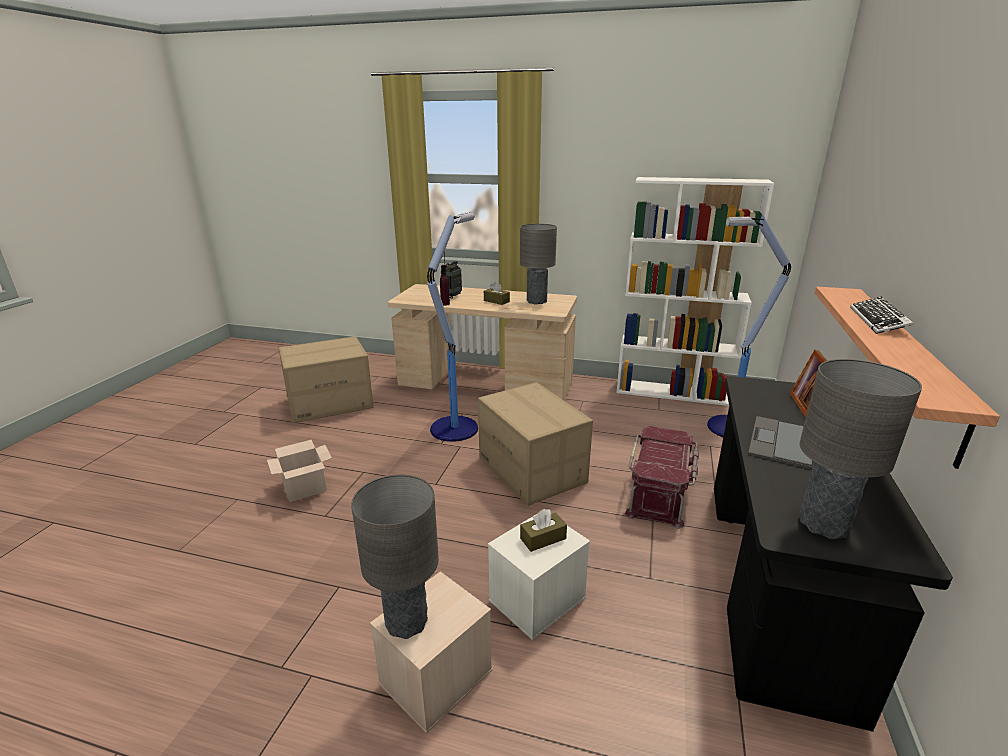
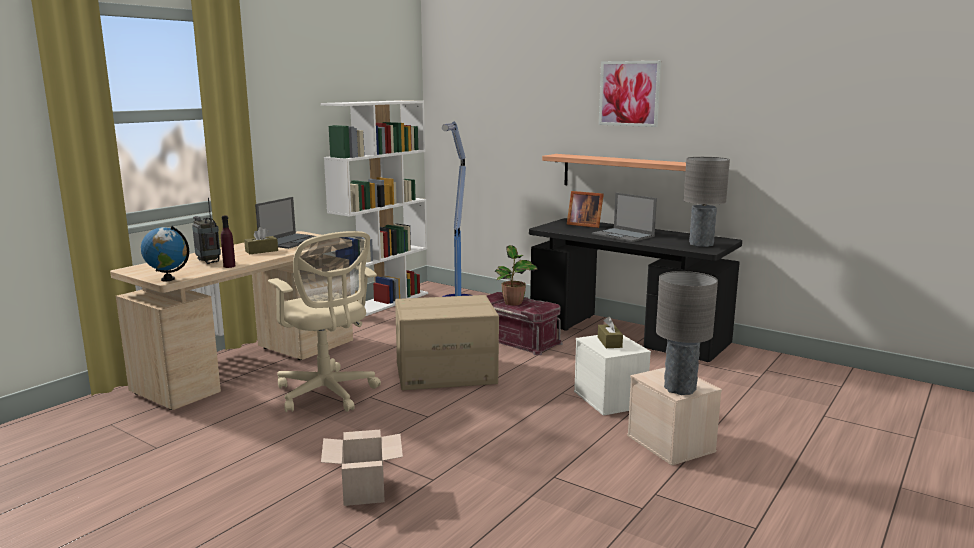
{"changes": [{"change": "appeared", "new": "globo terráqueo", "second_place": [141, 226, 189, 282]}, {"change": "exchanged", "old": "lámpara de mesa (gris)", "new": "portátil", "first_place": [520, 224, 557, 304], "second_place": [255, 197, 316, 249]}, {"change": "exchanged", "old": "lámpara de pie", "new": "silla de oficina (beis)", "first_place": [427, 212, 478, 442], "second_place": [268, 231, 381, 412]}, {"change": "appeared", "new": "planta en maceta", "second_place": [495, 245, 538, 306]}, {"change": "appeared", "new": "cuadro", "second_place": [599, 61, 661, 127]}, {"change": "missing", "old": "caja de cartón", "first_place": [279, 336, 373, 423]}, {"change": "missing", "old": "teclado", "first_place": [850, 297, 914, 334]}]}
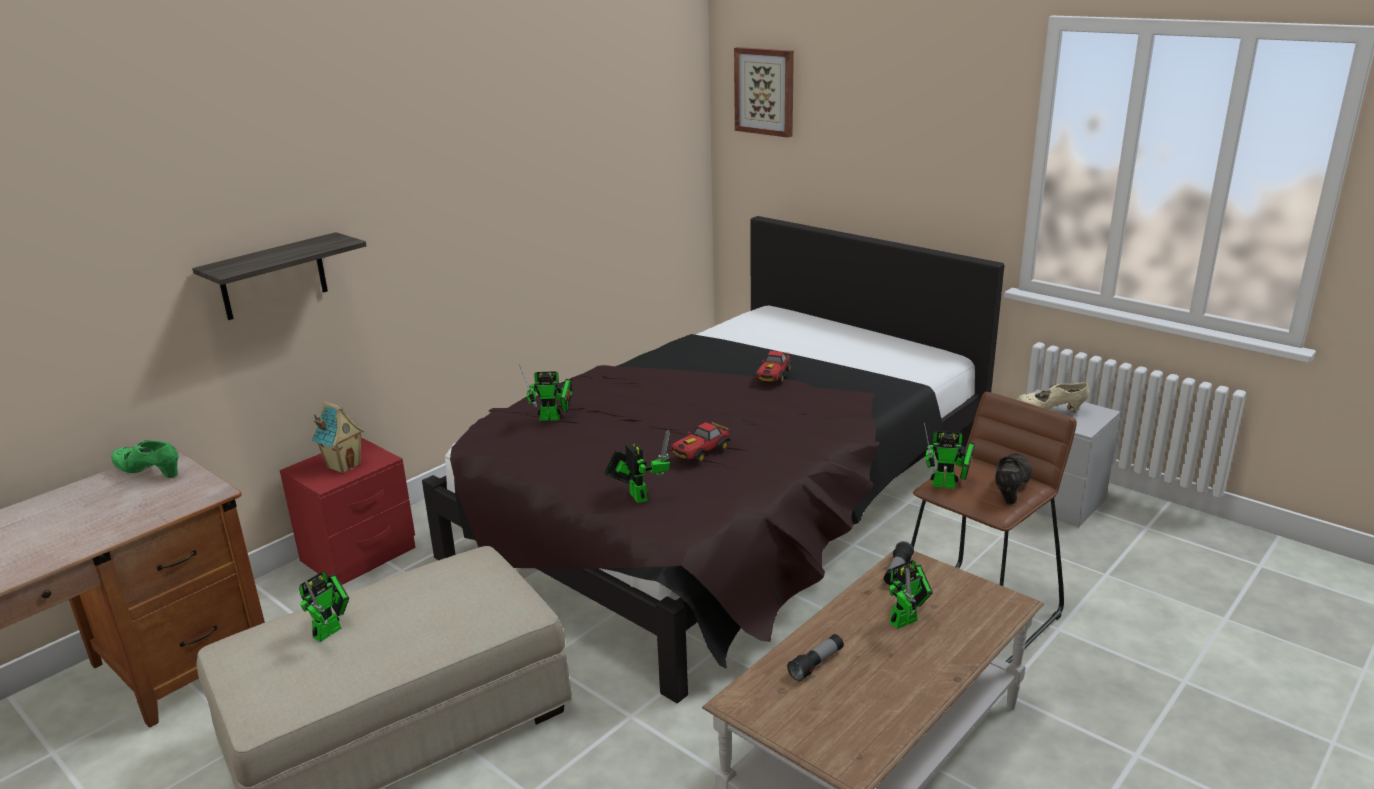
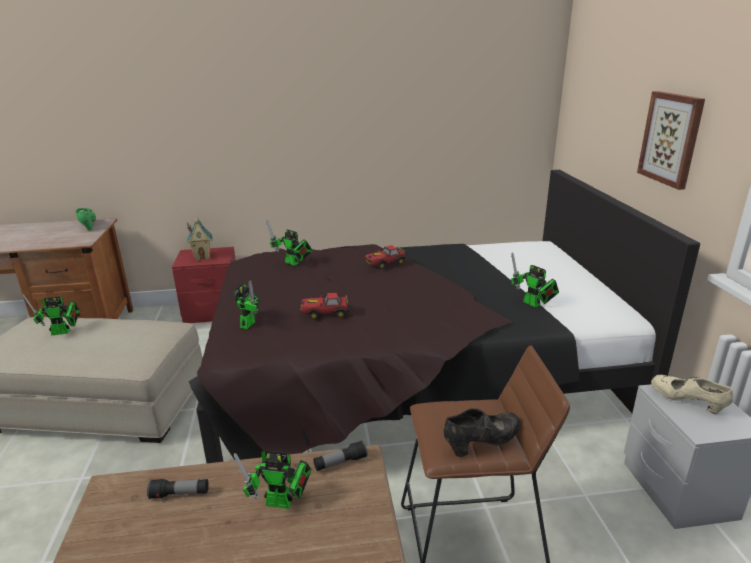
{"changes": [{"change": "relocated", "old": "coche de juguete", "first_place": [755, 351, 793, 383], "second_place": [365, 245, 406, 269]}, {"change": "relocated", "old": "robot de juguete", "first_place": [924, 423, 975, 489], "second_place": [511, 252, 559, 308]}, {"change": "relocated", "old": "cuadro", "first_place": [734, 47, 794, 138], "second_place": [637, 91, 705, 190]}, {"change": "missing", "old": "estante", "first_place": [192, 232, 366, 320]}]}
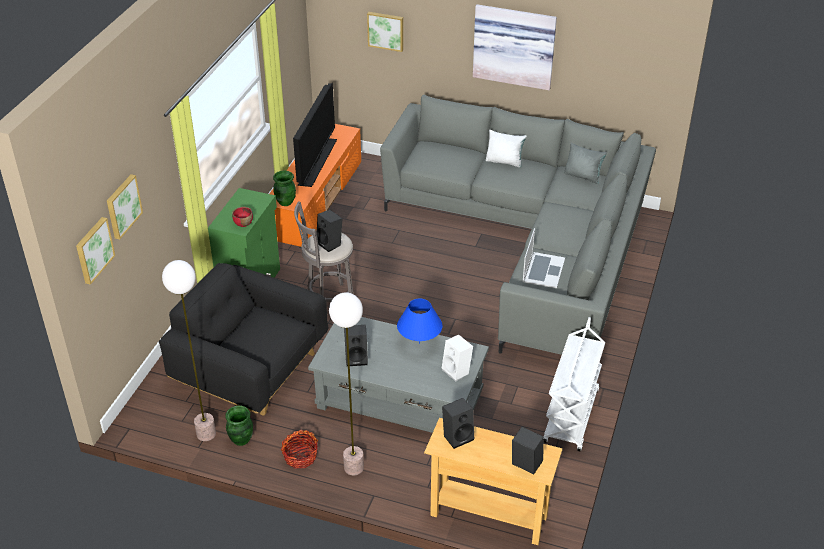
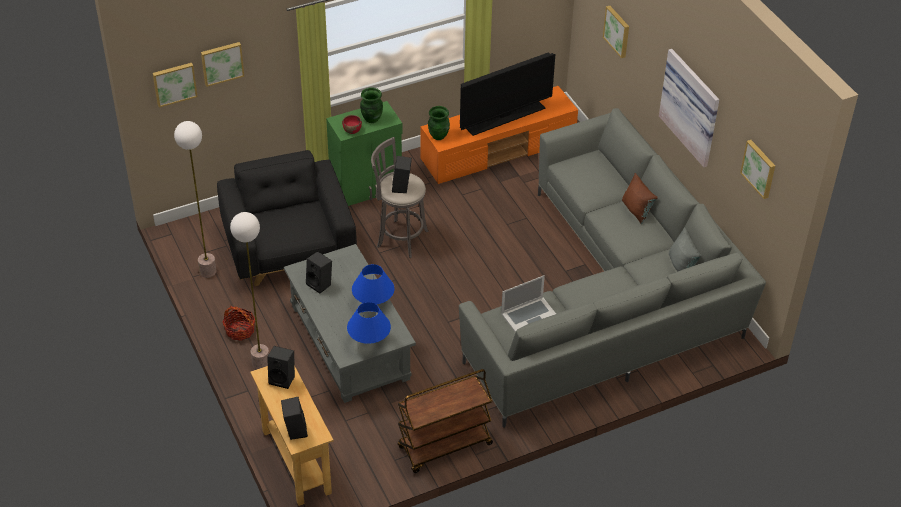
{"changes": [{"change": "exchanged", "old": "altavoz (blanco)", "new": "lámpara de mesa (azul)", "first_place": [442, 335, 473, 381], "second_place": [347, 302, 391, 344]}, {"change": "relocated", "old": "florero (verde)", "first_place": [225, 406, 253, 446], "second_place": [360, 88, 383, 123]}, {"change": "colour", "old": "carrito (blanco)", "new": "carrito (marrón)", "first_place": [544, 317, 605, 451], "second_place": [398, 369, 493, 473]}, {"change": "colour", "old": "cojín (blanco)", "new": "cojín (marrón)", "first_place": [486, 130, 526, 168], "second_place": [622, 173, 658, 224]}, {"change": "appeared", "new": "cuadro", "second_place": [740, 140, 775, 199]}]}
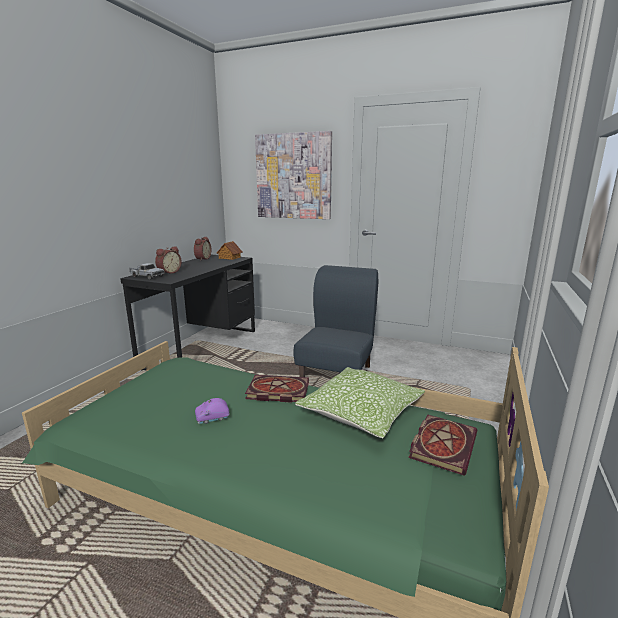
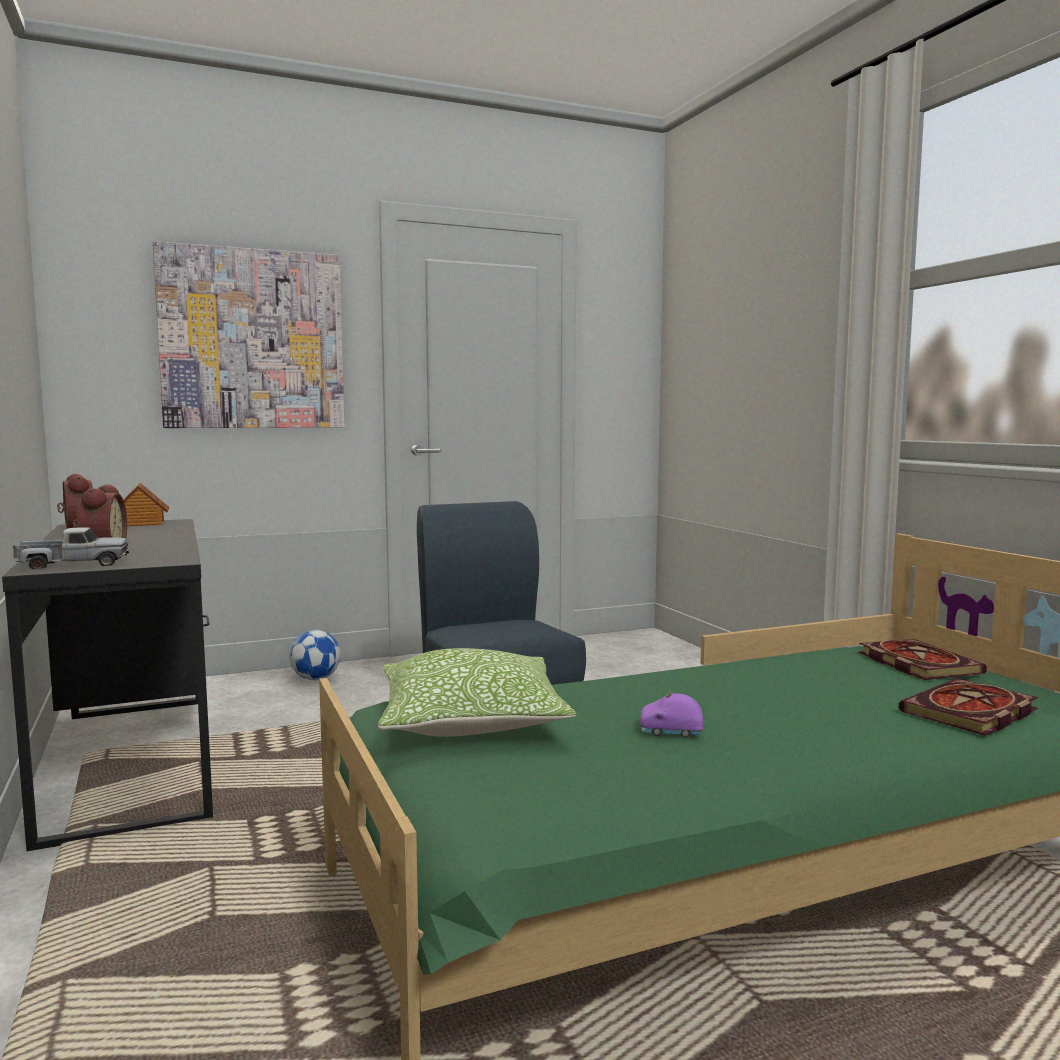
{"changes": [{"change": "appeared", "new": "balón de fútbol", "second_place": [289, 630, 341, 680]}, {"change": "relocated", "old": "cojín", "first_place": [295, 367, 425, 438], "second_place": [378, 648, 576, 737]}, {"change": "spun", "old": "coche de juguete (morado)", "first_place": [195, 398, 230, 424], "second_place": [640, 690, 703, 738], "degrees": 75}, {"change": "relocated", "old": "libro", "first_place": [245, 375, 309, 403], "second_place": [899, 678, 1038, 736]}]}
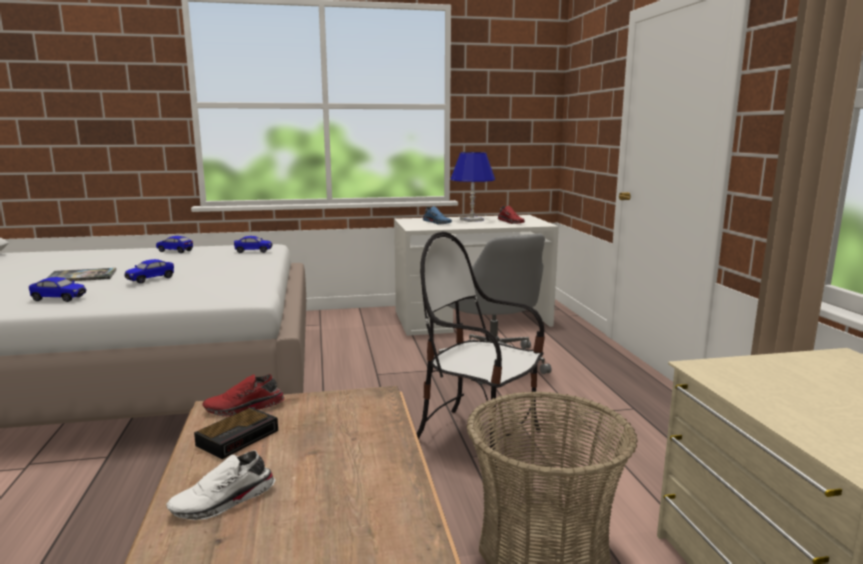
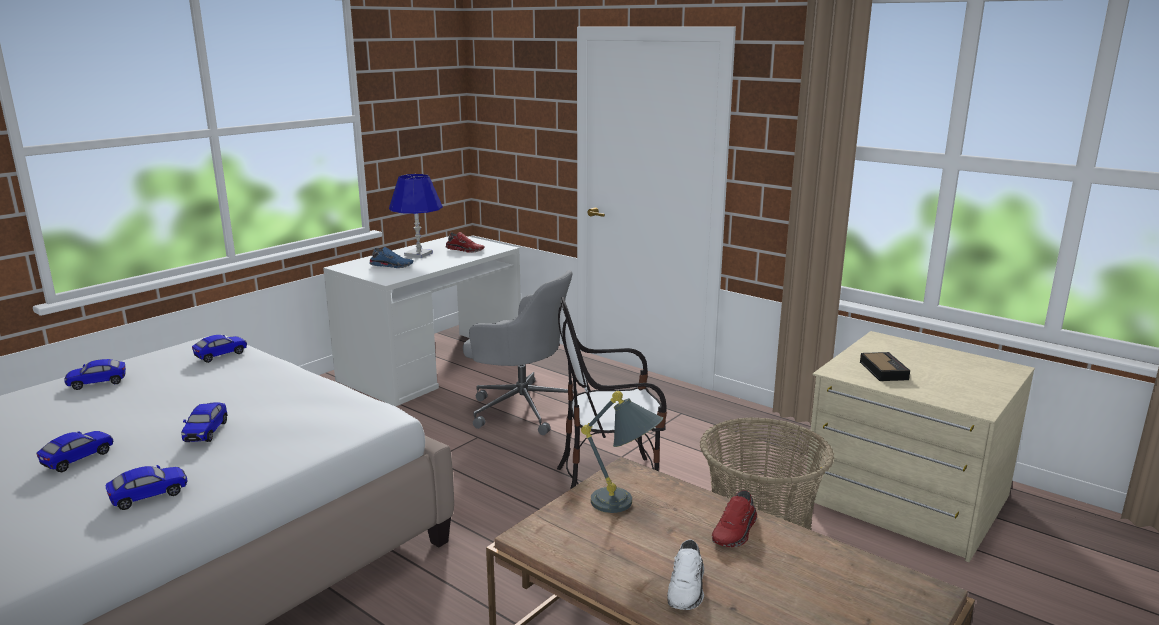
{"changes": [{"change": "exchanged", "old": "libro", "new": "coche de juguete", "first_place": [47, 268, 116, 281], "second_place": [36, 431, 113, 472]}, {"change": "appeared", "new": "lámpara de mesa (gris)", "second_place": [581, 391, 663, 513]}, {"change": "relocated", "old": "zapato (rojo)", "first_place": [203, 374, 285, 416], "second_place": [712, 490, 757, 547]}, {"change": "relocated", "old": "despertador", "first_place": [194, 407, 278, 459], "second_place": [860, 352, 910, 381]}]}
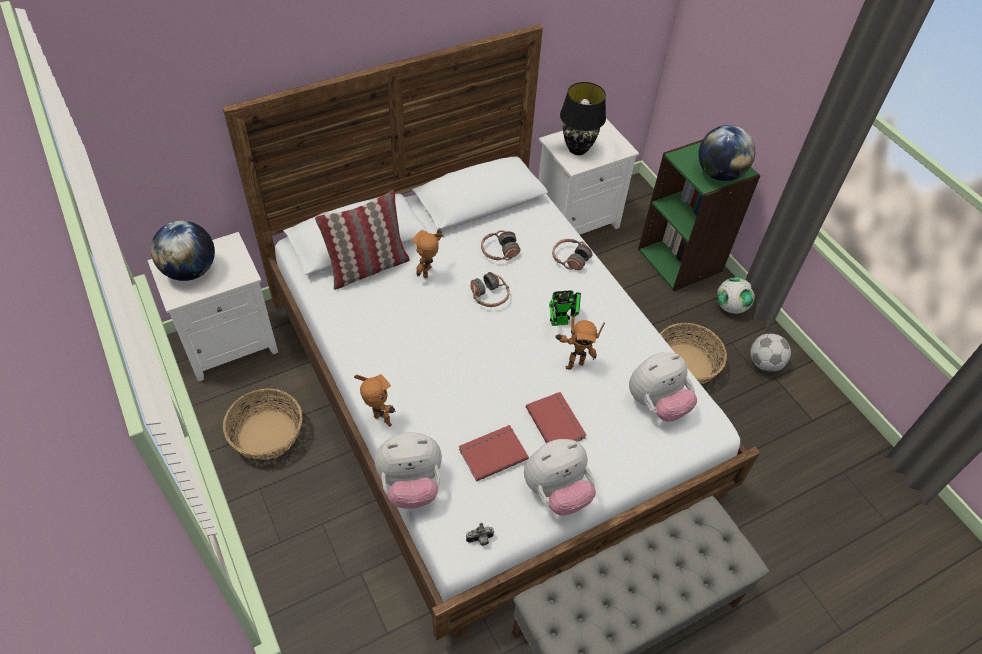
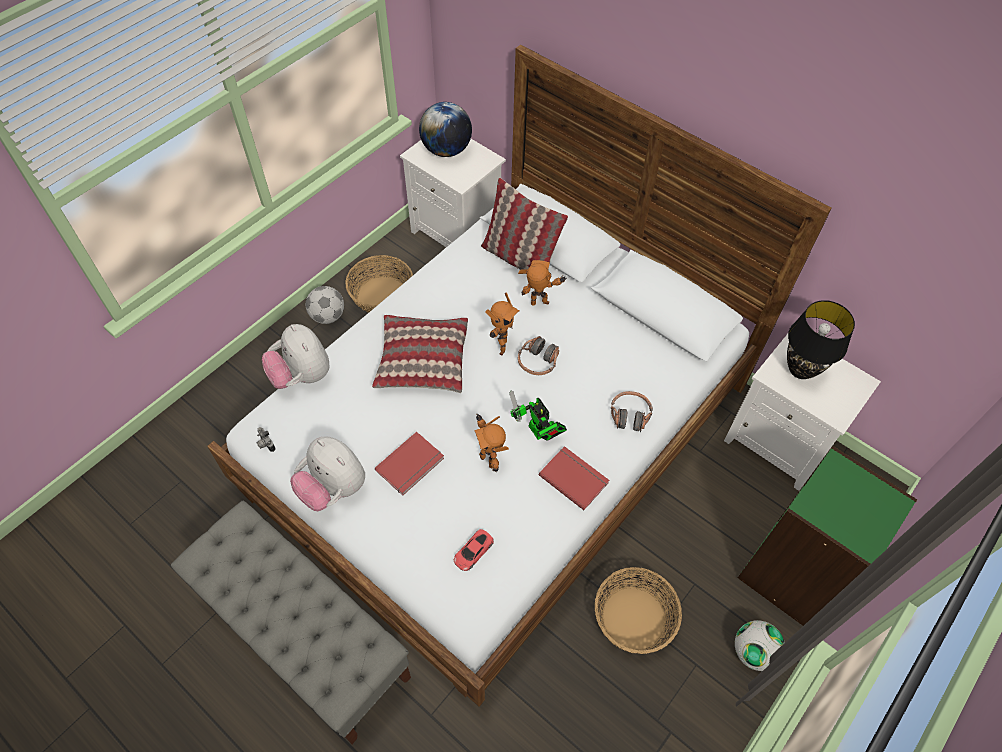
{"changes": [{"change": "relocated", "old": "balón de fútbol", "first_place": [750, 333, 791, 372], "second_place": [306, 286, 344, 324]}, {"change": "appeared", "new": "cojín", "second_place": [372, 315, 468, 393]}, {"change": "exchanged", "old": "peluche", "new": "coche de juguete (rojo)", "first_place": [629, 352, 697, 422], "second_place": [454, 529, 494, 571]}, {"change": "relocated", "old": "robot de juguete", "first_place": [354, 374, 396, 427], "second_place": [485, 292, 519, 355]}, {"change": "relocated", "old": "libro (rojo)", "first_place": [459, 425, 529, 482], "second_place": [539, 446, 609, 510]}, {"change": "missing", "old": "auriculares", "first_place": [481, 230, 520, 261]}, {"change": "missing", "old": "globo terráqueo", "first_place": [698, 125, 755, 181]}]}
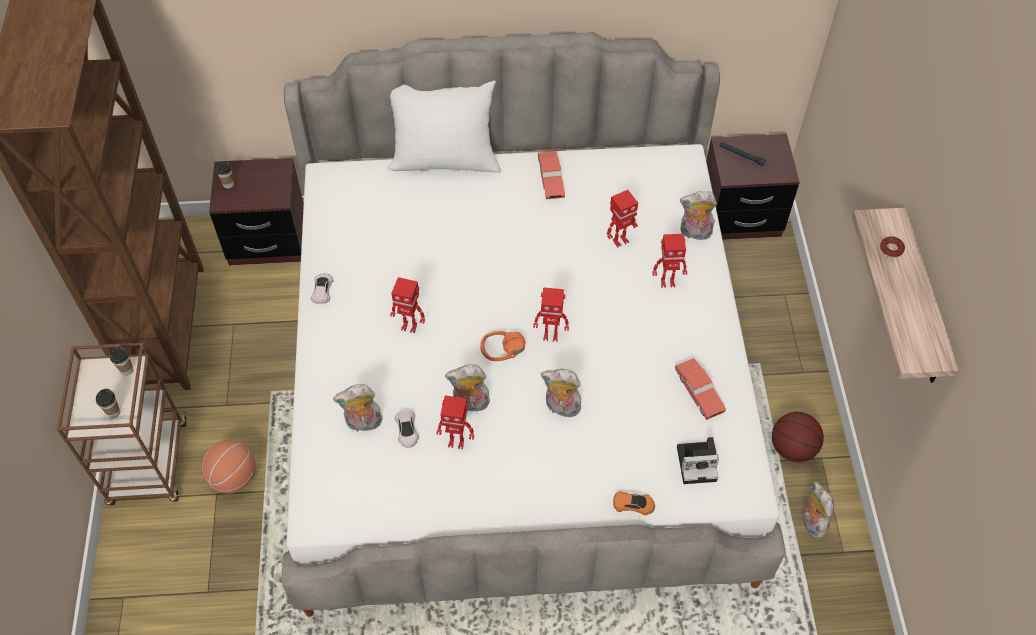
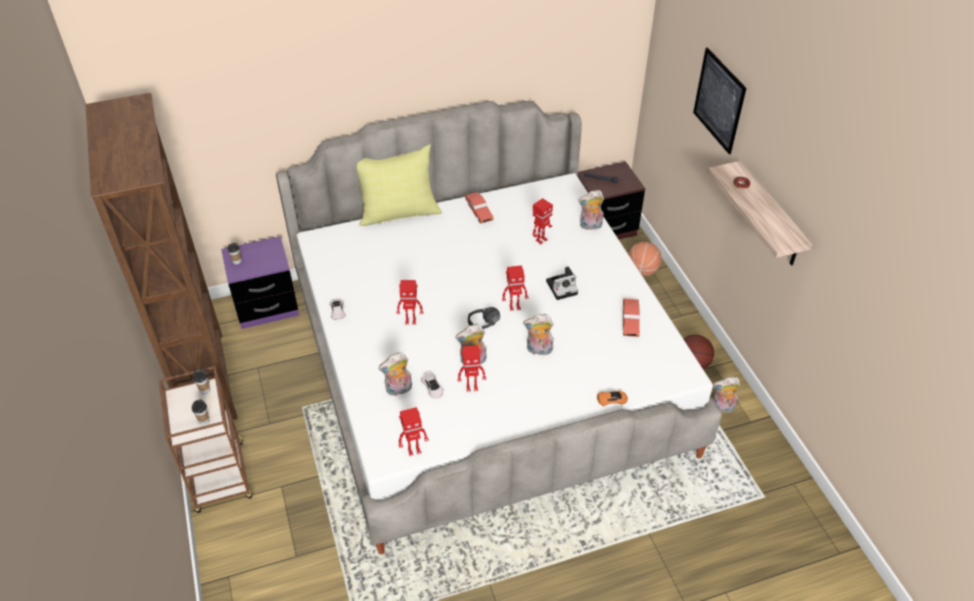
{"changes": [{"change": "colour", "old": "mesita de noche (marrón)", "new": "mesita de noche (morado)", "first_place": [209, 158, 304, 265], "second_place": [221, 236, 299, 329]}, {"change": "colour", "old": "cojín (blanco)", "new": "cojín (amarillo)", "first_place": [388, 80, 501, 173], "second_place": [357, 144, 442, 226]}, {"change": "relocated", "old": "robot de juguete", "first_place": [652, 234, 687, 288], "second_place": [398, 407, 429, 456]}, {"change": "colour", "old": "auriculares (naranja)", "new": "auriculares (negro)", "first_place": [480, 331, 526, 361], "second_place": [468, 307, 500, 329]}, {"change": "relocated", "old": "cámara", "first_place": [677, 437, 719, 484], "second_place": [546, 266, 578, 300]}, {"change": "spun", "old": "coche de juguete (rojo)", "first_place": [675, 358, 726, 420], "second_place": [623, 298, 640, 337], "degrees": 45}, {"change": "relocated", "old": "balón de baloncesto", "first_place": [201, 440, 256, 494], "second_place": [628, 242, 662, 276]}, {"change": "appeared", "new": "cuadro", "second_place": [693, 47, 746, 154]}, {"change": "spun", "old": "peluche", "first_place": [802, 481, 834, 538], "second_place": [713, 377, 740, 413], "degrees": -60}]}
